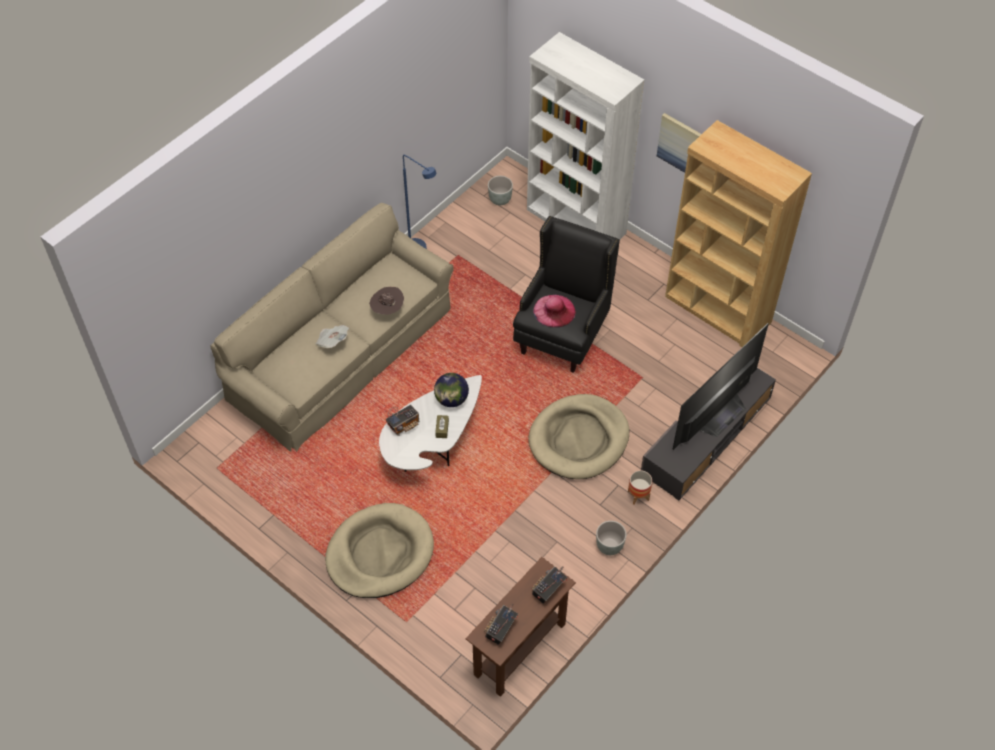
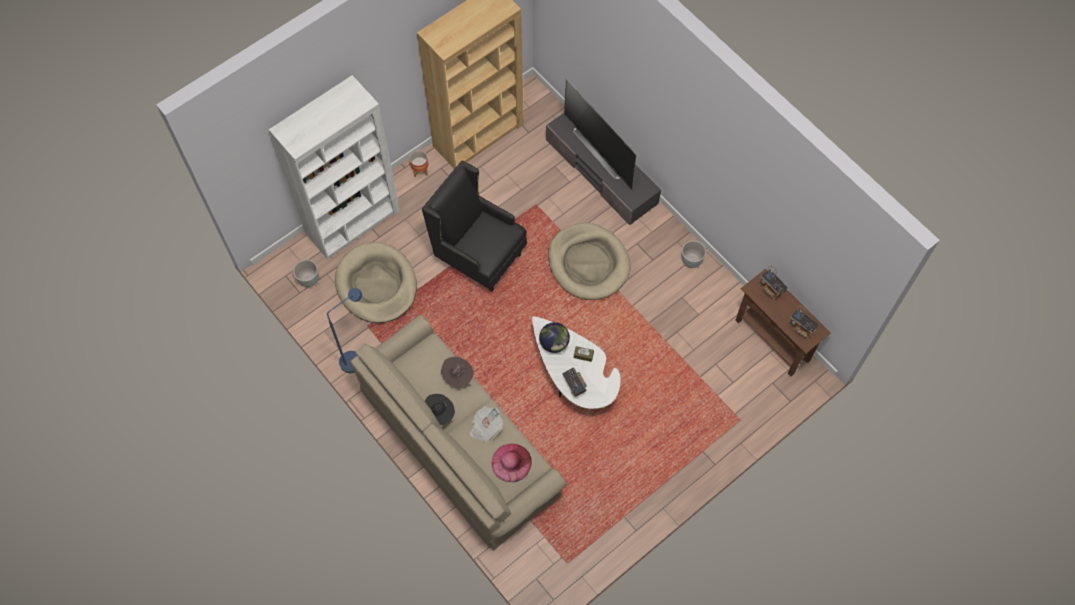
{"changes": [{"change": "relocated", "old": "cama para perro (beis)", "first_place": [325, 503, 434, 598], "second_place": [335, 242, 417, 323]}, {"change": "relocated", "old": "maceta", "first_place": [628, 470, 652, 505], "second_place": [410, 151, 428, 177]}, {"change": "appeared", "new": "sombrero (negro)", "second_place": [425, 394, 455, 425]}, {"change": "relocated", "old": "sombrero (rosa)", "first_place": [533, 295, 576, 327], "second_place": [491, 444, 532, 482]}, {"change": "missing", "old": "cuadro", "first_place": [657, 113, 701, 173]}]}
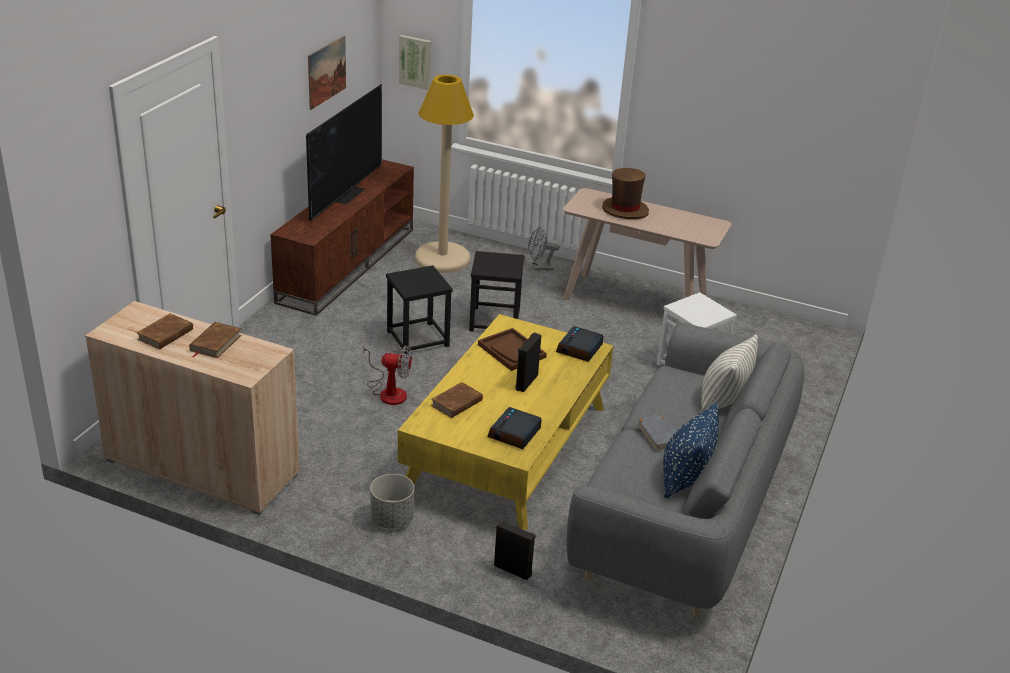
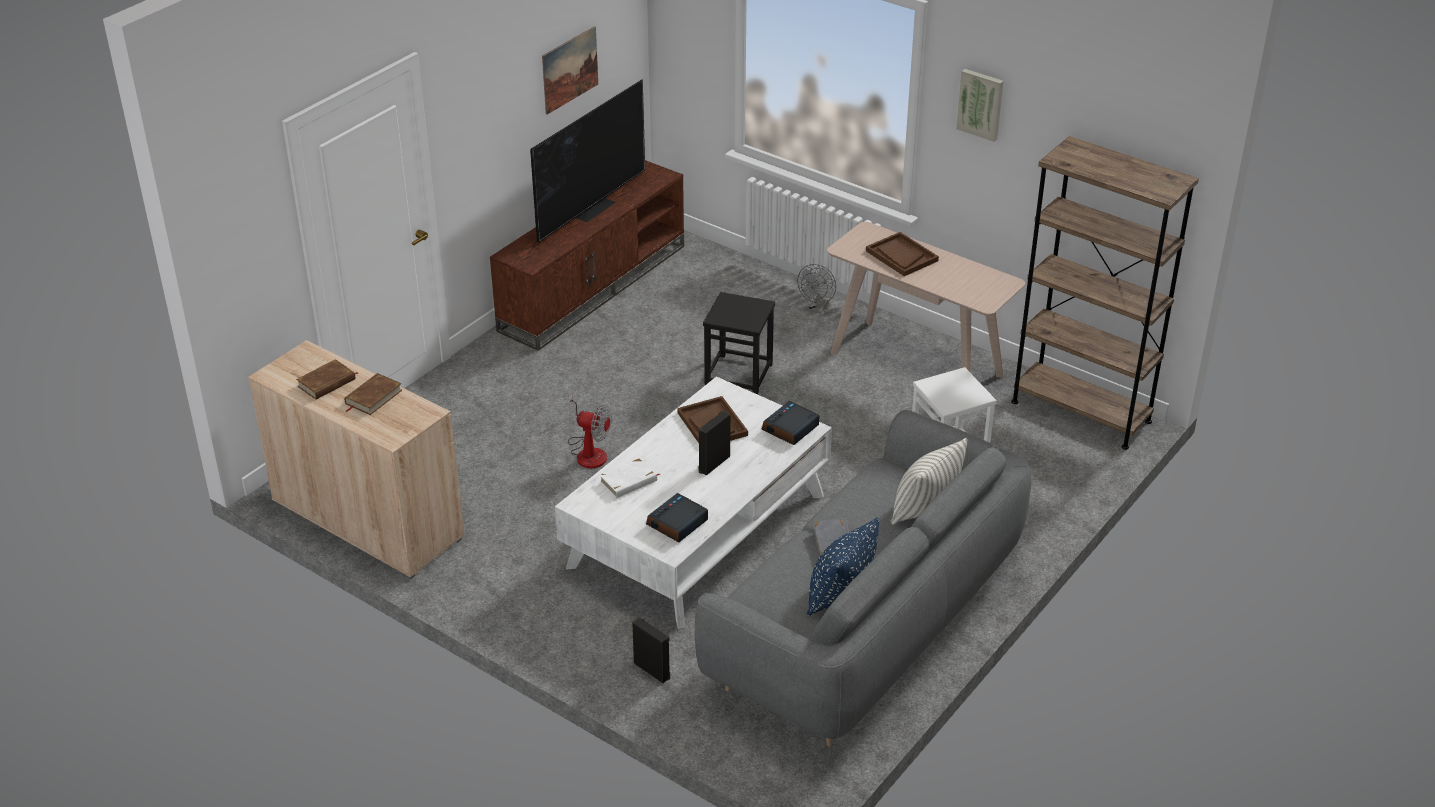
{"changes": [{"change": "colour", "old": "mesa de centro (amarillo)", "new": "mesa de centro (blanco)", "first_place": [398, 314, 614, 530], "second_place": [555, 376, 832, 629]}, {"change": "colour", "old": "libro (marrón)", "new": "libro (blanco)", "first_place": [431, 382, 483, 418], "second_place": [599, 458, 660, 498]}, {"change": "spun", "old": "ventilador (gris)", "first_place": [528, 227, 560, 270], "second_place": [797, 264, 836, 313], "degrees": -75}, {"change": "exchanged", "old": "sombrero (marrón)", "new": "bandeja (marrón)", "first_place": [602, 168, 649, 219], "second_place": [866, 232, 939, 276]}, {"change": "relocated", "old": "cuadro", "first_place": [399, 35, 431, 90], "second_place": [956, 69, 1004, 142]}, {"change": "appeared", "new": "estantería (marrón)", "second_place": [1011, 136, 1199, 450]}, {"change": "missing", "old": "maceta (gris)", "first_place": [370, 474, 414, 529]}, {"change": "missing", "old": "taburete (negro)", "first_place": [386, 265, 453, 355]}, {"change": "missing", "old": "lámpara de pie (beis)", "first_place": [415, 75, 474, 273]}]}
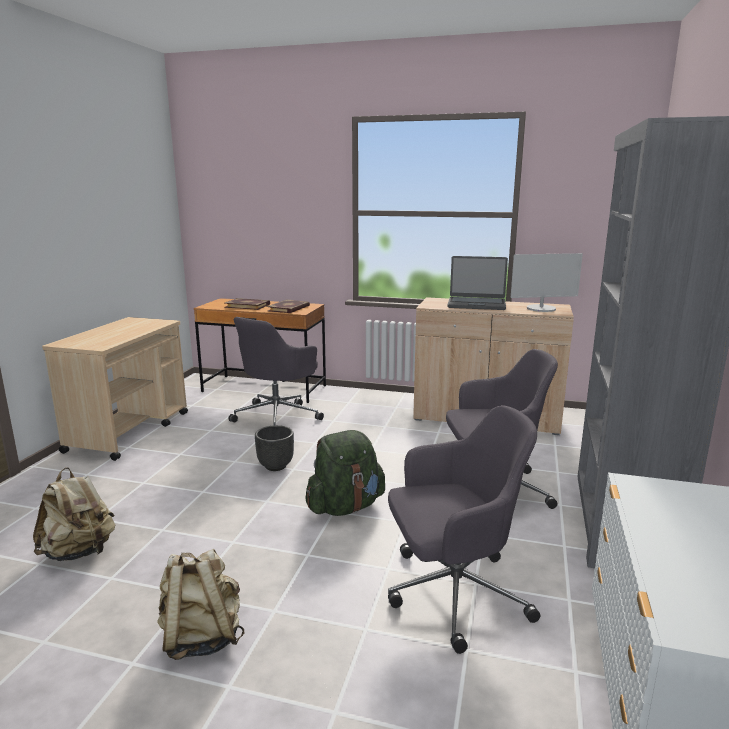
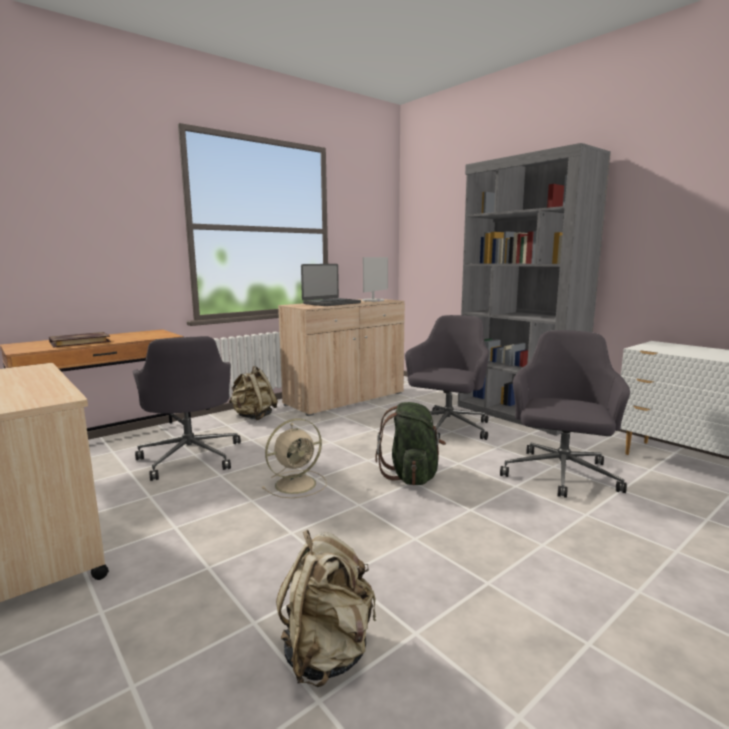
{"changes": [{"change": "relocated", "old": "mochila (beis)", "first_place": [157, 549, 244, 660], "second_place": [229, 366, 278, 420]}, {"change": "exchanged", "old": "maceta (negro)", "new": "ventilador (beis)", "first_place": [255, 425, 294, 471], "second_place": [262, 419, 327, 498]}, {"change": "missing", "old": "libro", "first_place": [267, 299, 310, 313]}]}
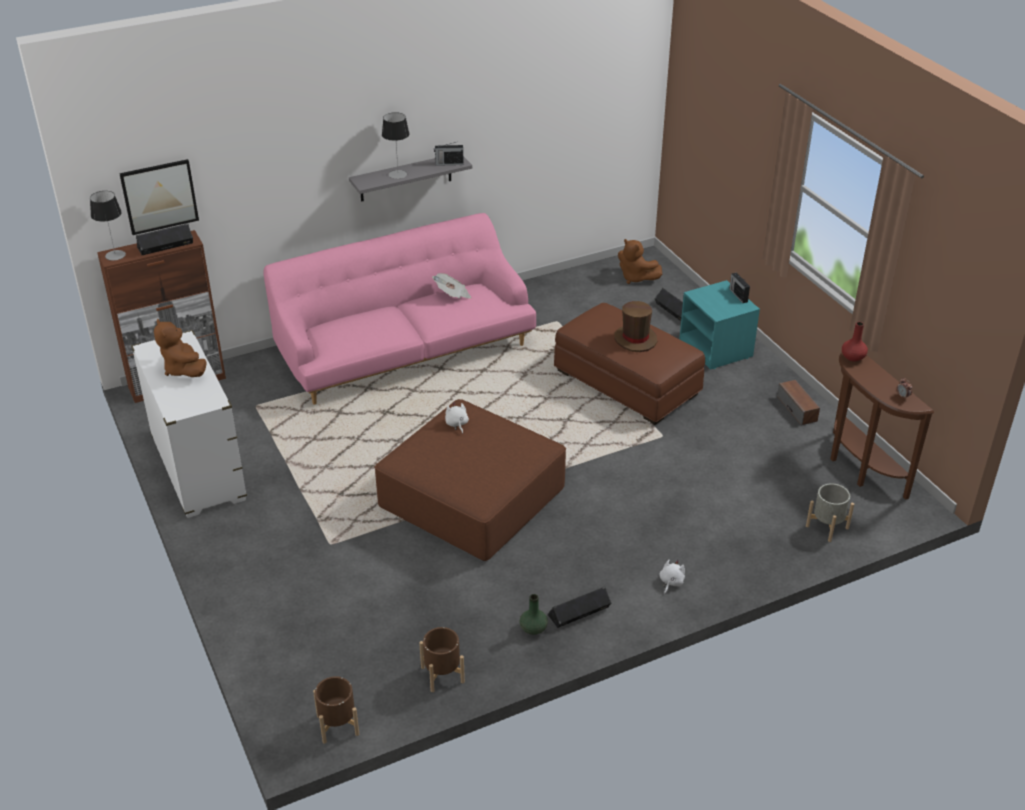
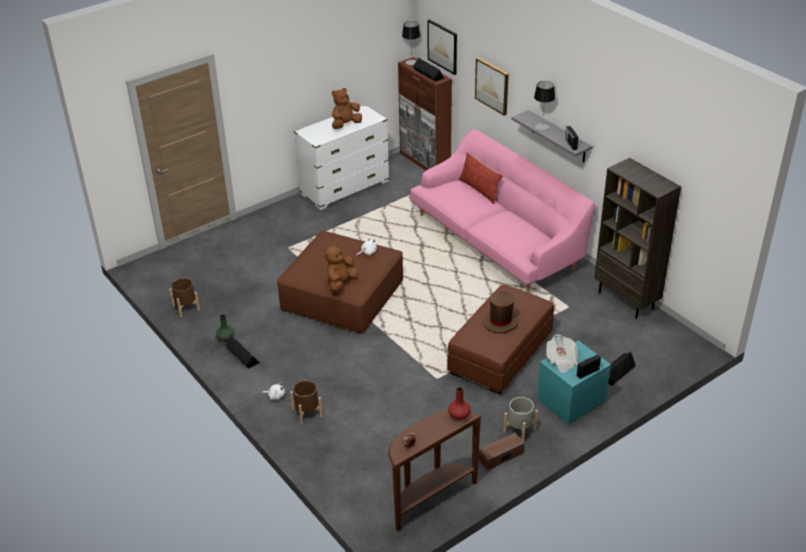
{"changes": [{"change": "relocated", "old": "maceta (marrón)", "first_place": [313, 676, 359, 744], "second_place": [290, 380, 323, 424]}, {"change": "relocated", "old": "peluche (marrón)", "first_place": [618, 239, 662, 284], "second_place": [324, 243, 358, 292]}, {"change": "appeared", "new": "cojín", "second_place": [459, 153, 503, 204]}, {"change": "appeared", "new": "cuadro", "second_place": [475, 57, 509, 116]}, {"change": "relocated", "old": "maceta (gris)", "first_place": [806, 483, 854, 542], "second_place": [503, 397, 538, 442]}, {"change": "relocated", "old": "periódico", "first_place": [432, 273, 471, 299], "second_place": [546, 334, 578, 373]}, {"change": "appeared", "new": "estantería (marrón)", "second_place": [594, 158, 681, 319]}]}
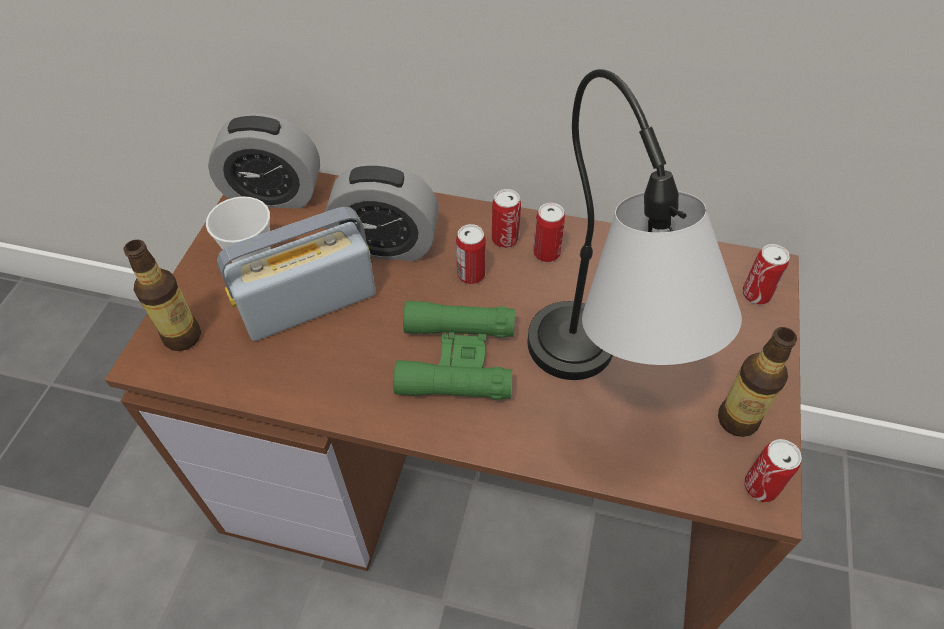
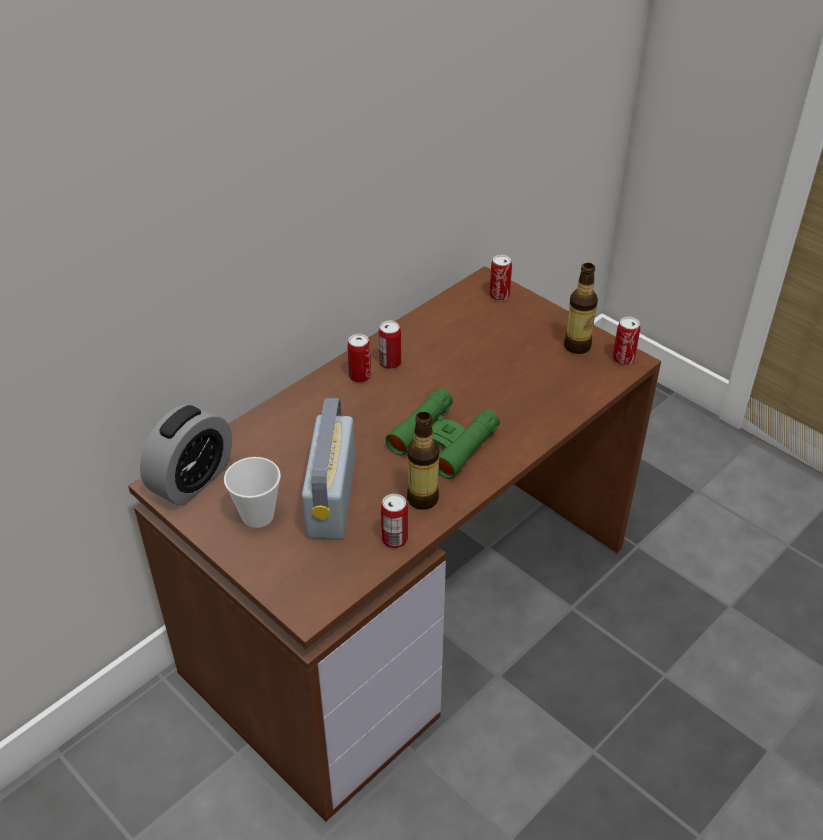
{"changes": [{"change": "relocated", "old": "lata", "first_place": [456, 224, 486, 284], "second_place": [381, 494, 408, 548]}, {"change": "relocated", "old": "botella", "first_place": [123, 240, 201, 351], "second_place": [407, 412, 440, 510]}, {"change": "missing", "old": "despertador", "first_place": [325, 162, 439, 261]}, {"change": "missing", "old": "lámpara de mesa", "first_place": [528, 69, 742, 380]}]}
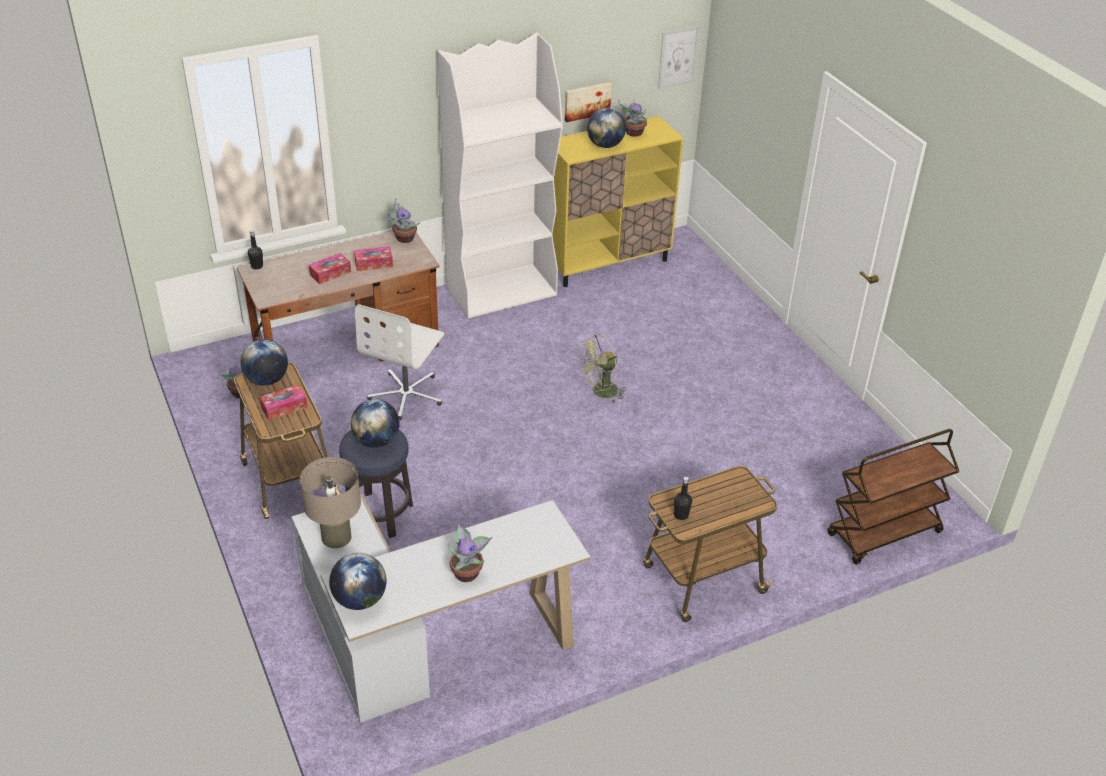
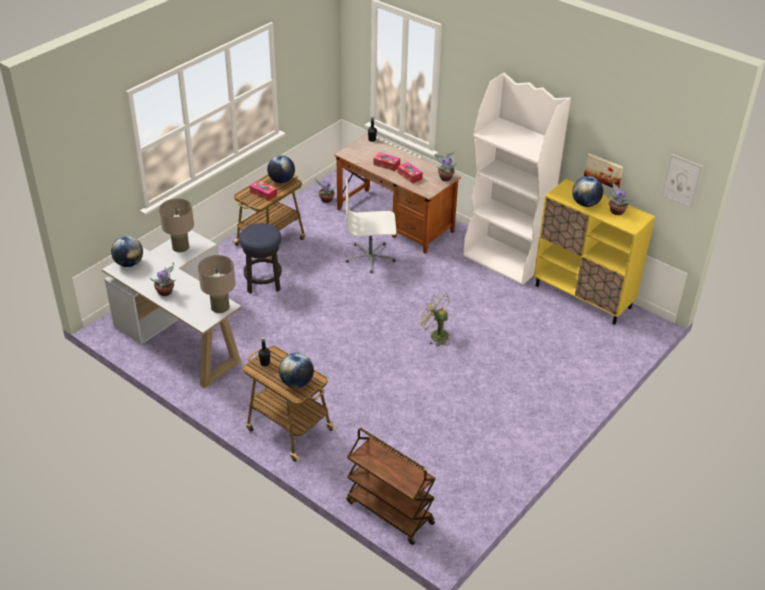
{"changes": [{"change": "appeared", "new": "lámpara de mesa (beis)", "second_place": [198, 255, 236, 313]}, {"change": "relocated", "old": "globo terráqueo", "first_place": [351, 399, 400, 448], "second_place": [279, 353, 314, 388]}]}
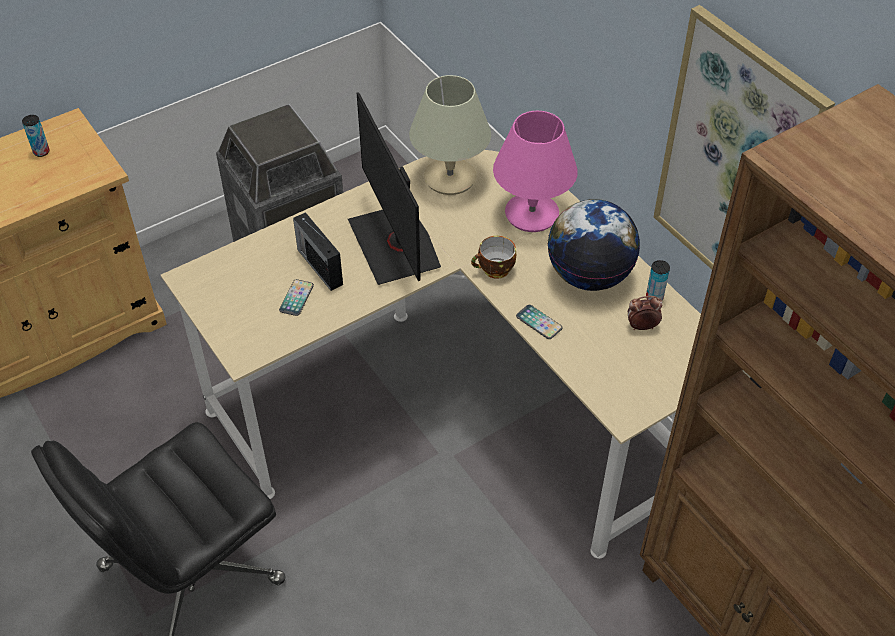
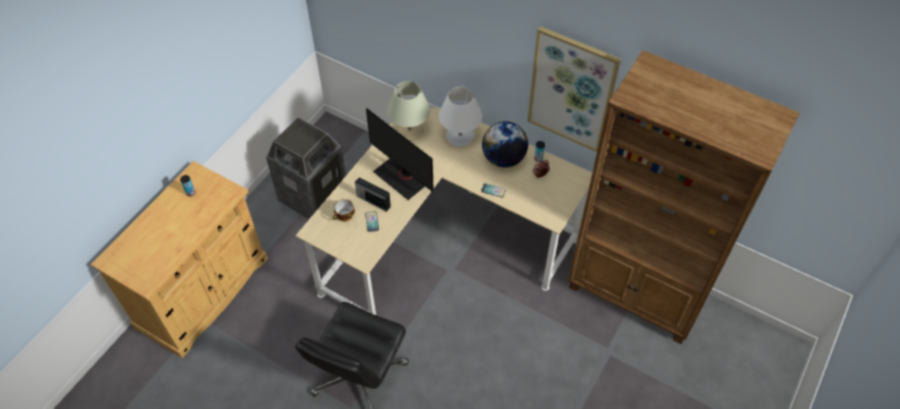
{"changes": [{"change": "relocated", "old": "taza", "first_place": [471, 236, 516, 279], "second_place": [332, 199, 355, 222]}, {"change": "colour", "old": "lámpara de mesa (rosa)", "new": "lámpara de mesa (blanco)", "first_place": [493, 111, 578, 232], "second_place": [439, 87, 482, 147]}]}
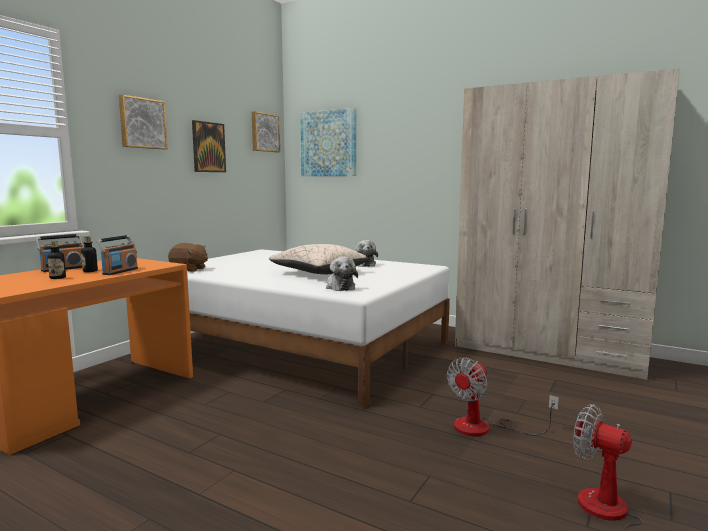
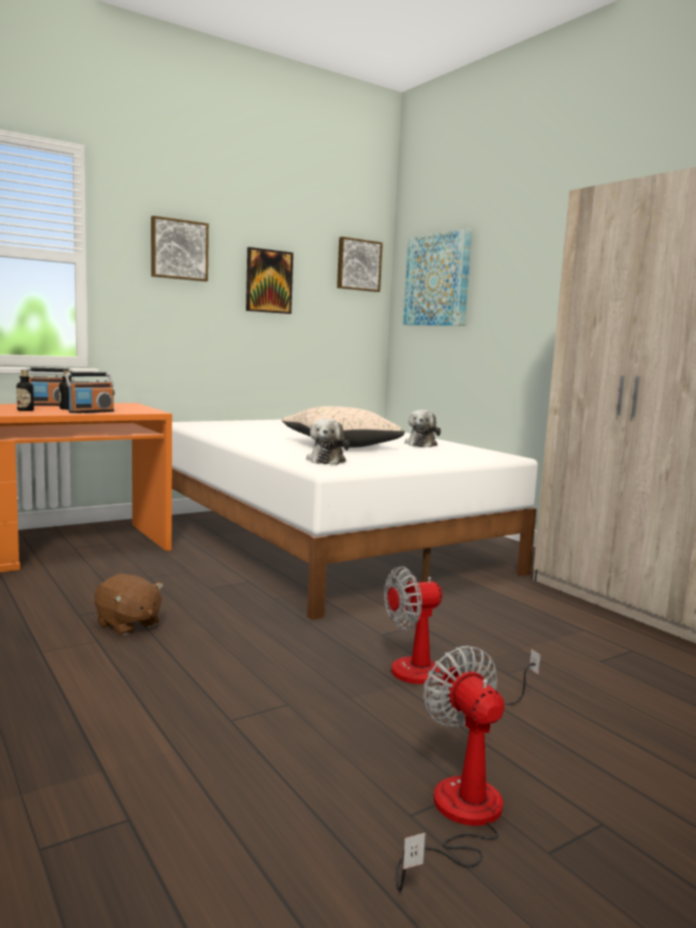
{"changes": [{"change": "relocated", "old": "peluche (marrón)", "first_place": [168, 243, 208, 272], "second_place": [94, 574, 164, 635]}]}
